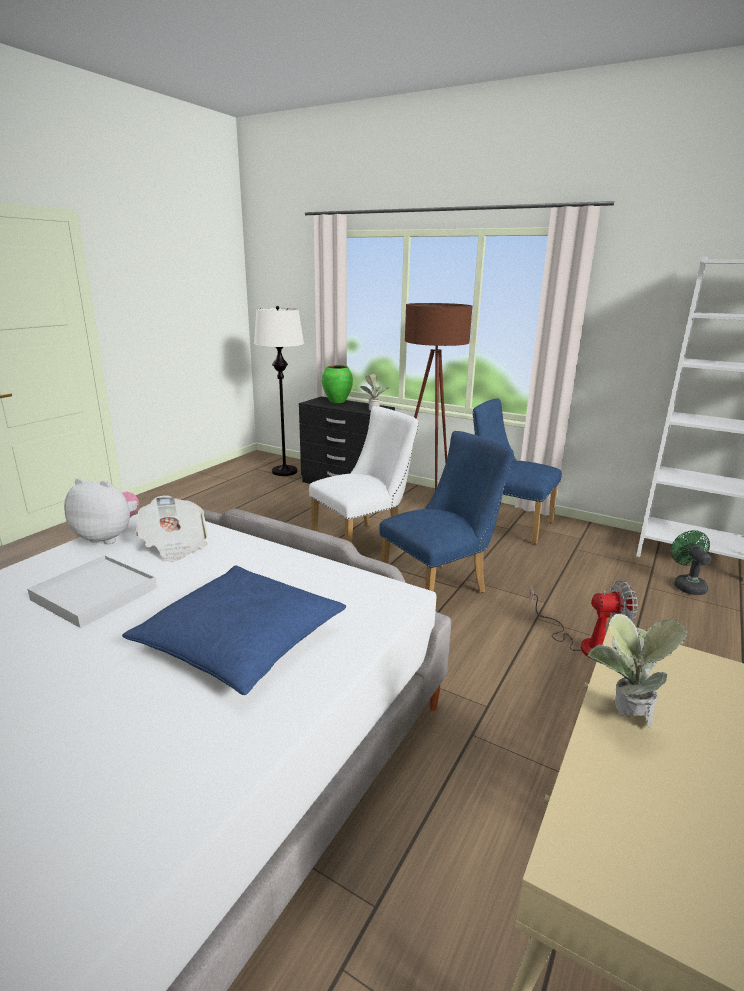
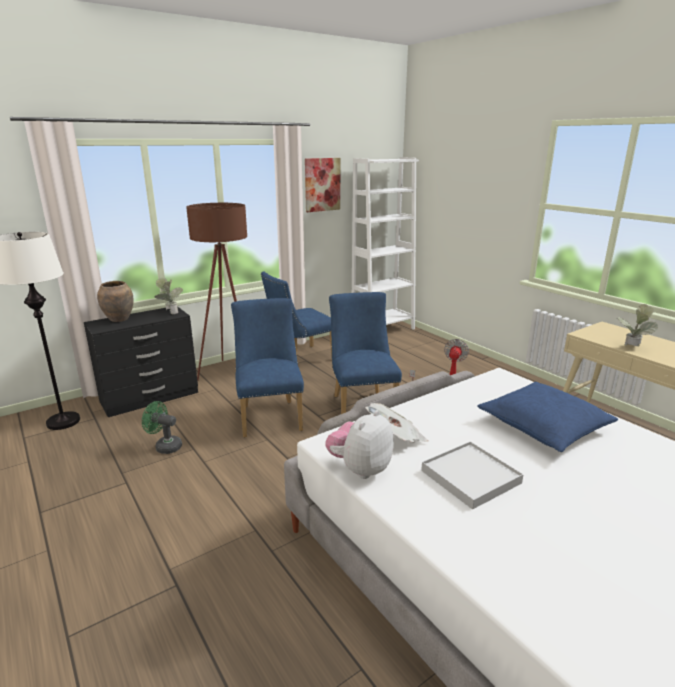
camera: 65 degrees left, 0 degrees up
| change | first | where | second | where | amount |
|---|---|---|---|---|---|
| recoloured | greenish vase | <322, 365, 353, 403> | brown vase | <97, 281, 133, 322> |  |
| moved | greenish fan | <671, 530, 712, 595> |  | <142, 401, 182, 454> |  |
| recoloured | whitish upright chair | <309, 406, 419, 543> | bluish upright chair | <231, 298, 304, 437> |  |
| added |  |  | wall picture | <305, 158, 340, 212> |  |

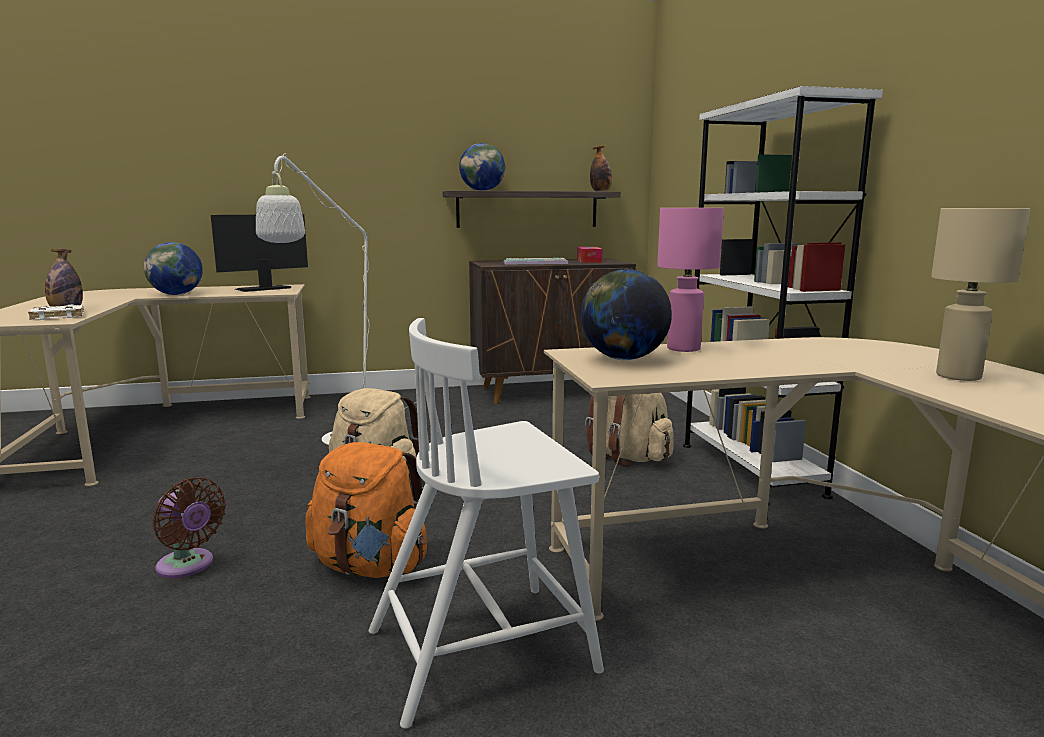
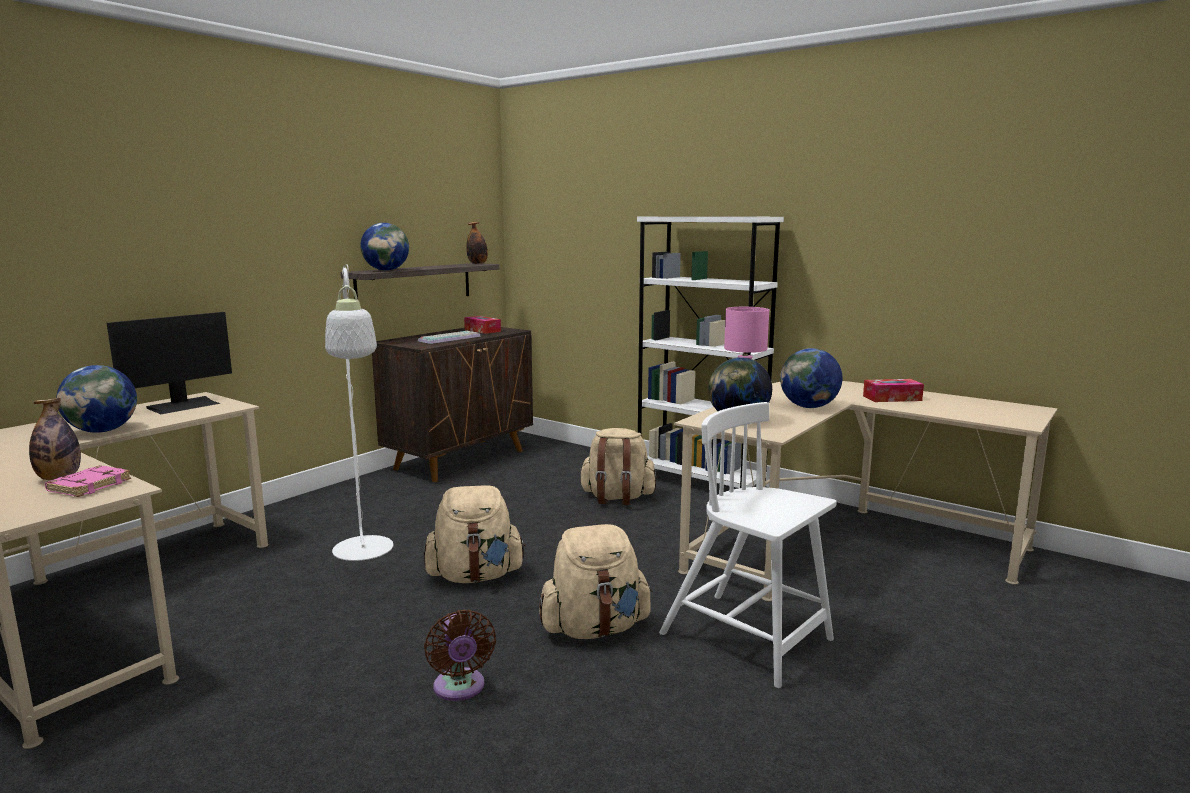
camera: 40 degrees left, 0 degrees up
| change | first | where | second | where | amount |
|---|---|---|---|---|---|
| recoloured | whitish volume | <28, 305, 84, 320> | pinkish volume | <45, 465, 131, 497> |  |
| turned | computer display | <211, 214, 308, 292> |  | <107, 312, 232, 414> | 150 degrees counterclockwise |
| turned | brown fan | <153, 477, 226, 578> |  | <424, 610, 496, 701> | 75 degrees clockwise |
| recoloured | orange-coloured rucksack | <305, 442, 427, 578> | beige-coloured rucksack | <539, 524, 652, 639> |  |
| turned | whitish upright chair | <369, 318, 604, 729> |  | <659, 402, 837, 688> | 105 degrees clockwise |
| added |  |  | world globe | <780, 348, 842, 408> |  |
| replaced | beige-coloured lamp for a table | <931, 208, 1030, 381> | tissue holder | <863, 379, 924, 402> |  |

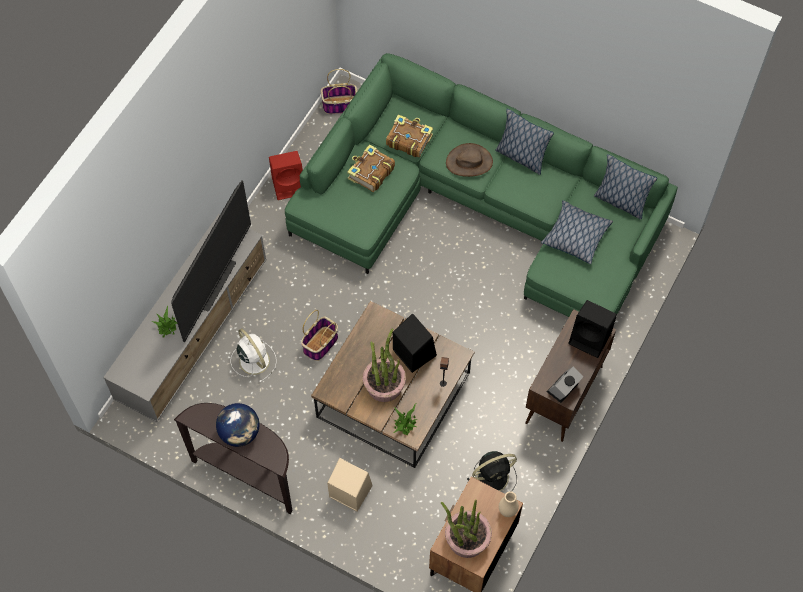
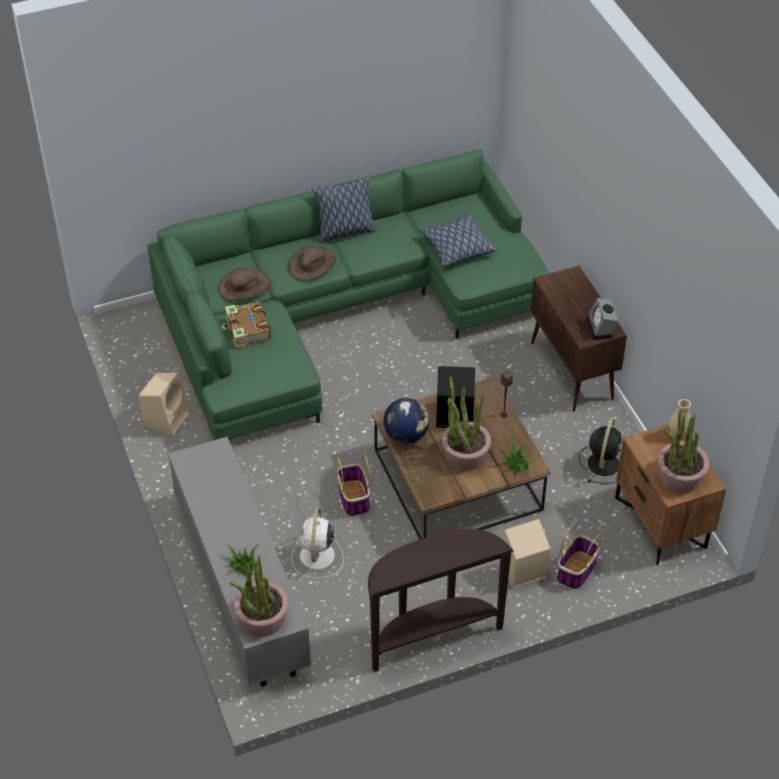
camera: 50 degrees left, 15 degrees down
| change | first | where | second | where | amount |
|---|---|---|---|---|---|
| recoloured | red speaker | <269, 151, 303, 200> | beige-coloured speaker | <139, 373, 190, 437> |  |
| replaced | volume | <386, 114, 433, 158> | brown clothing hat | <219, 268, 271, 301> |  |
| added |  |  | plant in a pot | <230, 555, 289, 637> |  |
| turned | whitish fan | <230, 328, 277, 383> |  | <291, 507, 344, 578> | 90 degrees counterclockwise |
| moved | world globe | <216, 403, 260, 447> |  | <384, 398, 429, 444> |  |
| moved | household basket | <321, 69, 357, 114> |  | <557, 522, 601, 589> |  |
| removed | TV set | <171, 181, 251, 342> |  |  |  |
| removed | black-coloured speaker | <568, 300, 617, 358> |  |  |  |
| removed | pillow | <594, 154, 657, 220> |  |  |  |

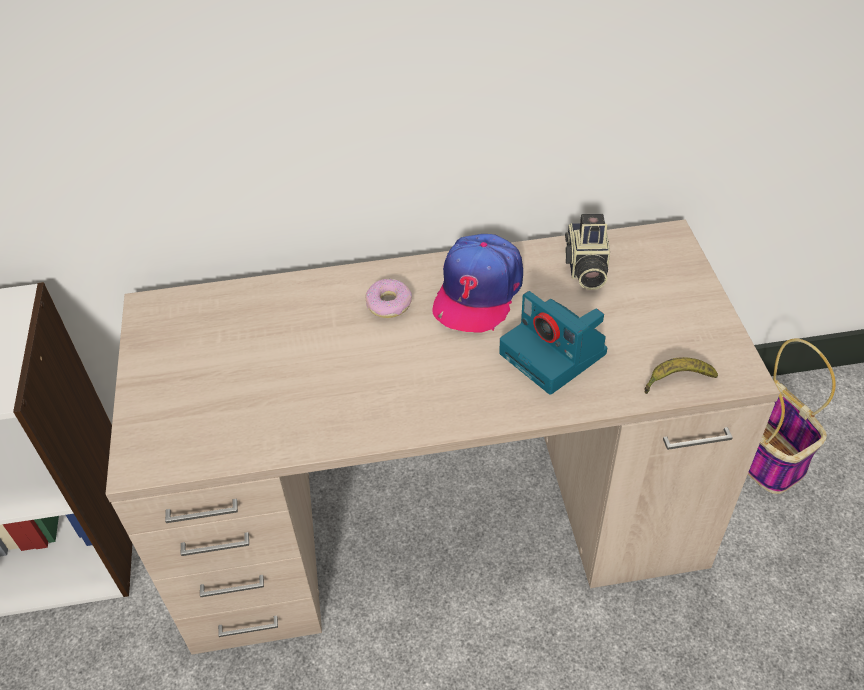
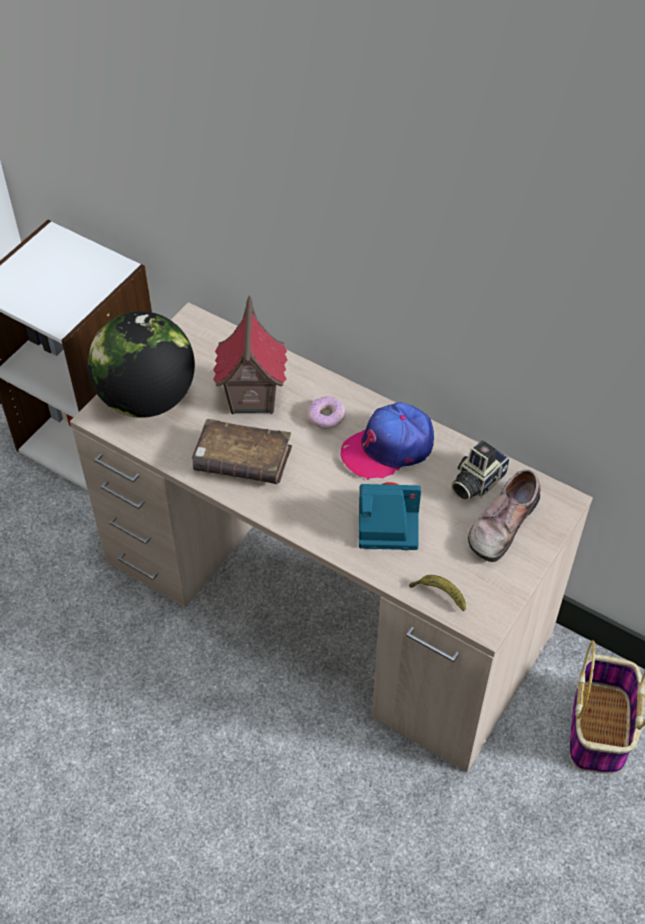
camera: 40 degrees right, 5 degrees up
| change | first | where | second | where | amount |
|---|---|---|---|---|---|
| added |  |  | world globe | <87, 311, 195, 418> |  |
| added |  |  | brown volume | <192, 419, 292, 484> |  |
| added |  |  | model house | <213, 295, 288, 415> |  |
| turned | photo camera | <499, 291, 607, 395> |  | <359, 482, 421, 550> | 90 degrees clockwise |
| added |  |  | shoe | <468, 469, 541, 562> |  |

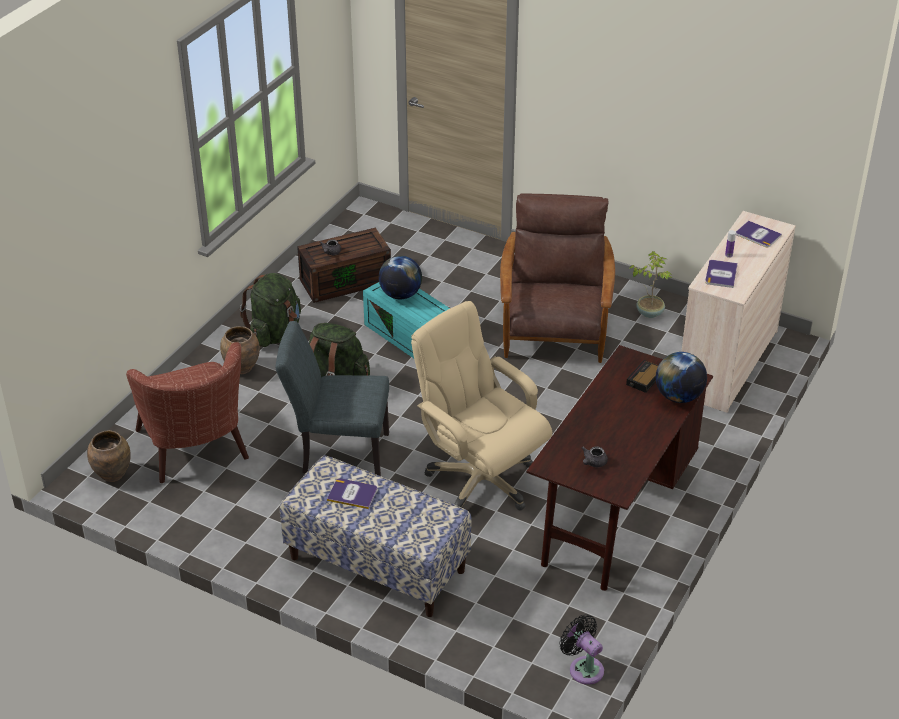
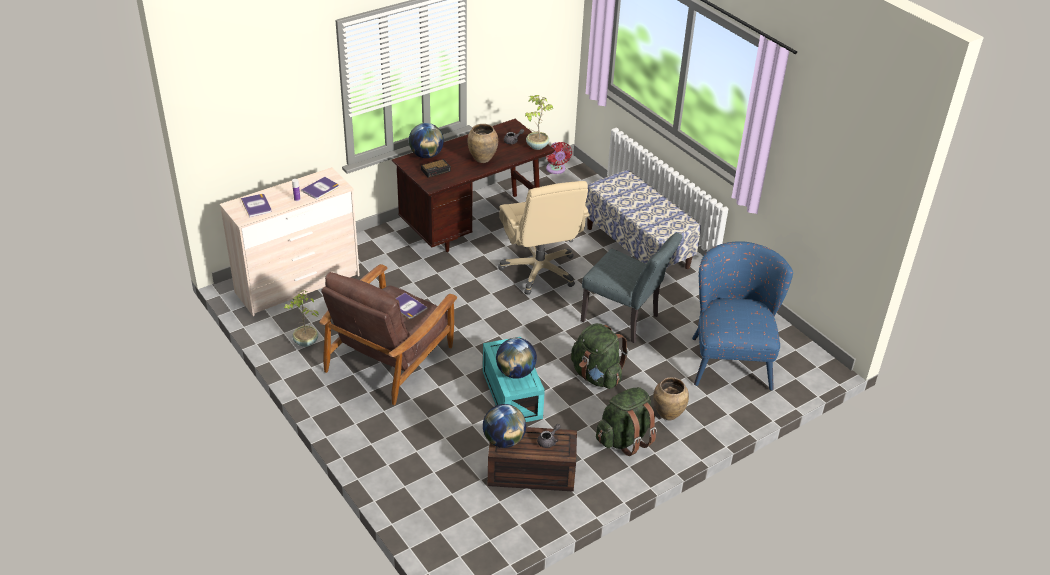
camera: 155 degrees left, 0 degrees up
| change | first | where | second | where | amount |
|---|---|---|---|---|---|
| moved | volume | <327, 478, 377, 509> |  | <395, 293, 427, 319> |  |
| moved | brown vase | <87, 430, 131, 482> |  | <467, 124, 498, 163> |  |
| added |  |  | world globe | <483, 404, 526, 448> |  |
| added |  |  | plant in a pot | <525, 95, 553, 150> |  |
| recoloured | black-coloured fan | <559, 615, 604, 685> | red fan | <546, 142, 572, 174> |  |
| recoloured | brown armchair | <126, 342, 249, 483> | bluish armchair | <692, 241, 793, 390> |  |

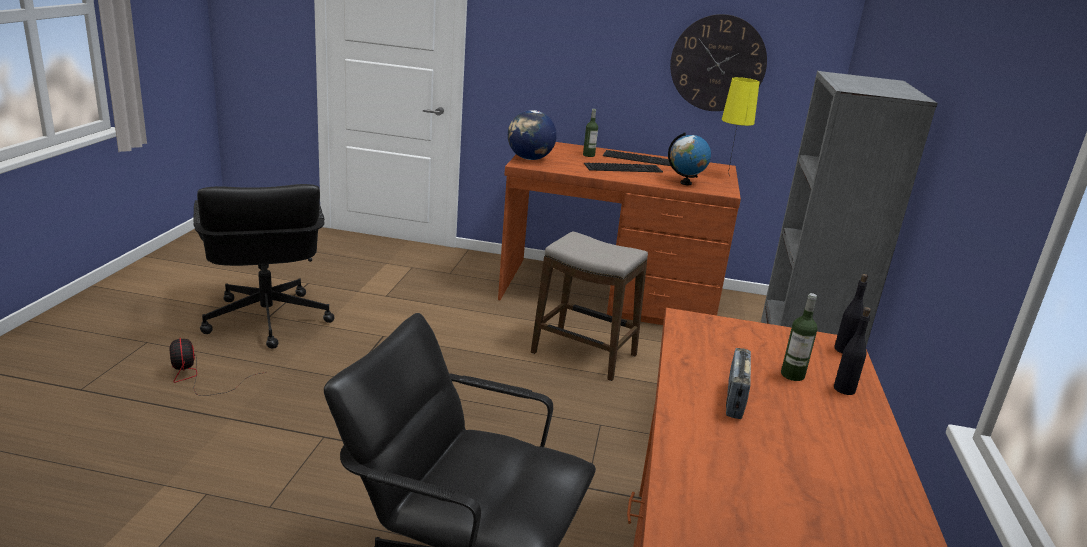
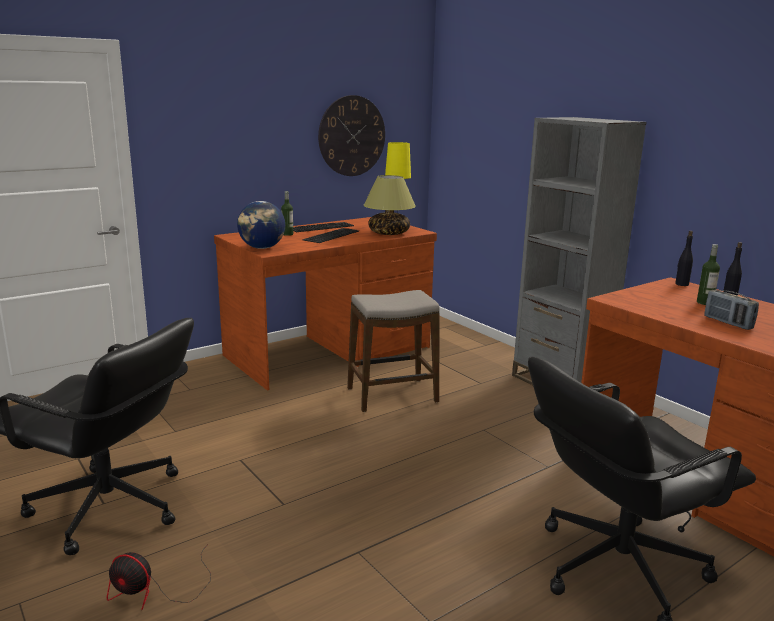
camera: 45 degrees left, 5 degrees down
| change | first | where | second | where | amount |
|---|---|---|---|---|---|
| replaced | world globe | <668, 132, 711, 185> | lamp for a table | <364, 175, 416, 235> |  |

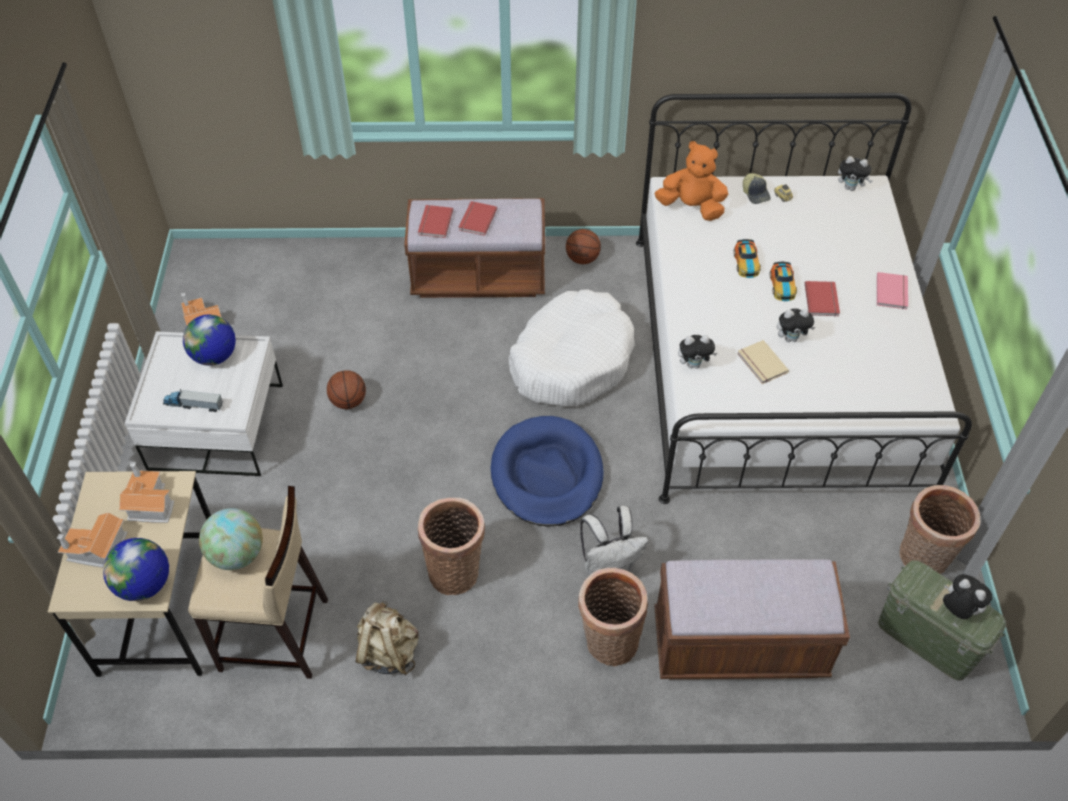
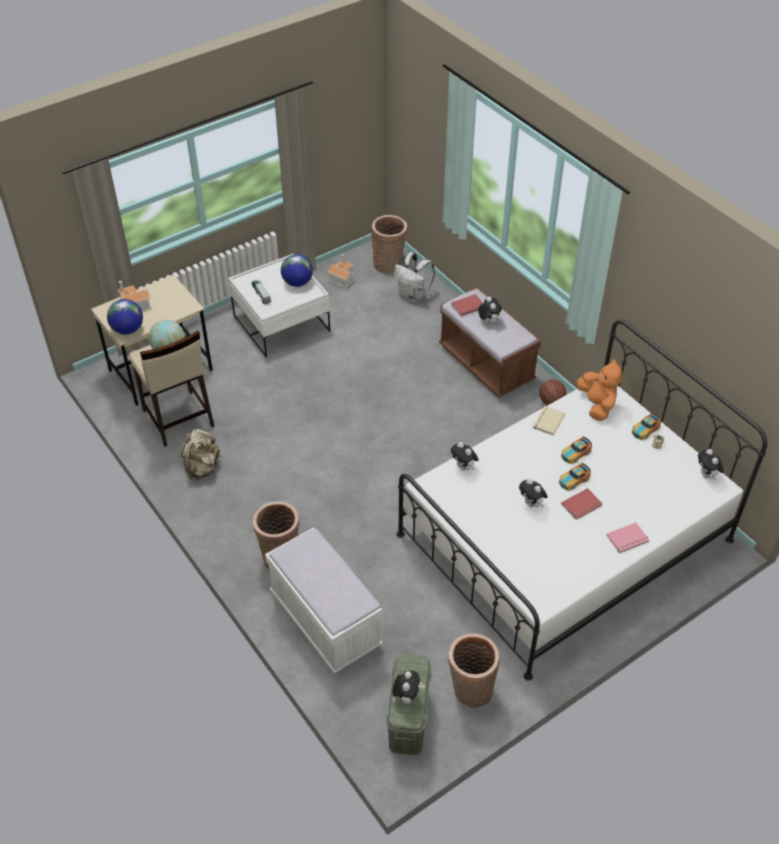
camera: 55 degrees right, 5 degrees down
| change | first | where | second | where | amount |
|---|---|---|---|---|---|
| recoloured | brown long seat | <654, 559, 850, 679> | whitish long seat | <265, 527, 383, 674> |  |
| moved | household basket | <418, 498, 485, 595> |  | <371, 215, 407, 273> |  |
| moved | whitish rucksack | <580, 506, 648, 576> |  | <394, 252, 435, 302> |  |
| replaced | red volume | <458, 201, 497, 236> | cuddly toy | <478, 297, 502, 323> |  |
| moved | beige-coloured volume | <737, 340, 789, 384> |  | <533, 406, 565, 436> |  |
| replaced | peaked cap | <743, 173, 771, 204> | miniature car | <632, 413, 661, 440> |  |
| removed | model house | <119, 462, 174, 523> |  |  |  |
| removed | basketball | <327, 370, 366, 409> |  |  |  |
| removed | bluish dog cushion | <491, 416, 604, 527> |  |  |  |
| removed | whitish dog cushion | <508, 289, 635, 406> |  |  |  |

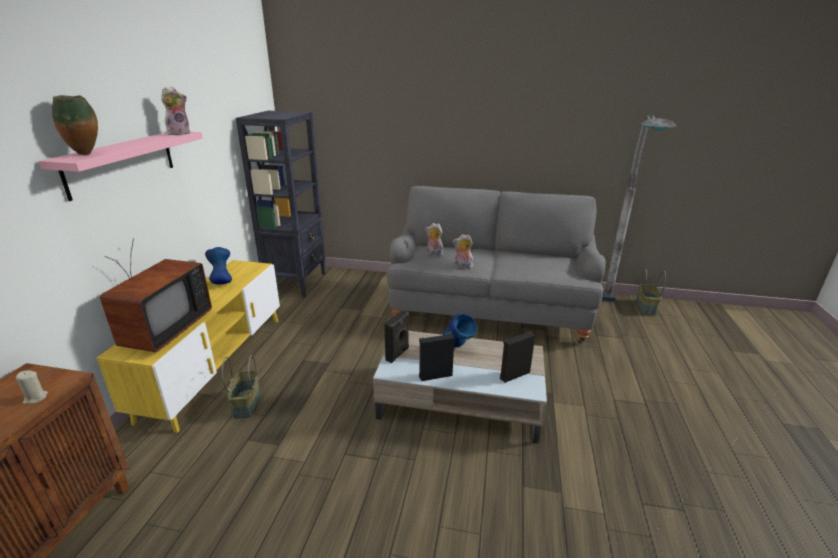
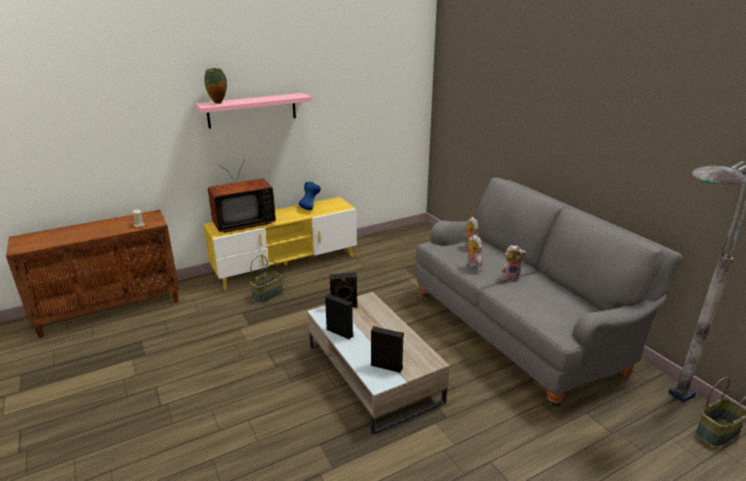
camera: 50 degrees right, 0 degrees up
| change | first | where | second | where | amount |
|---|---|---|---|---|---|
| moved | cuddly toy | <161, 87, 190, 135> |  | <501, 245, 526, 282> |  |
| removed | black-coloured bookshelf | <236, 111, 326, 298> |  |  |  |
| removed | bluish vase | <443, 313, 477, 347> |  |  |  |

